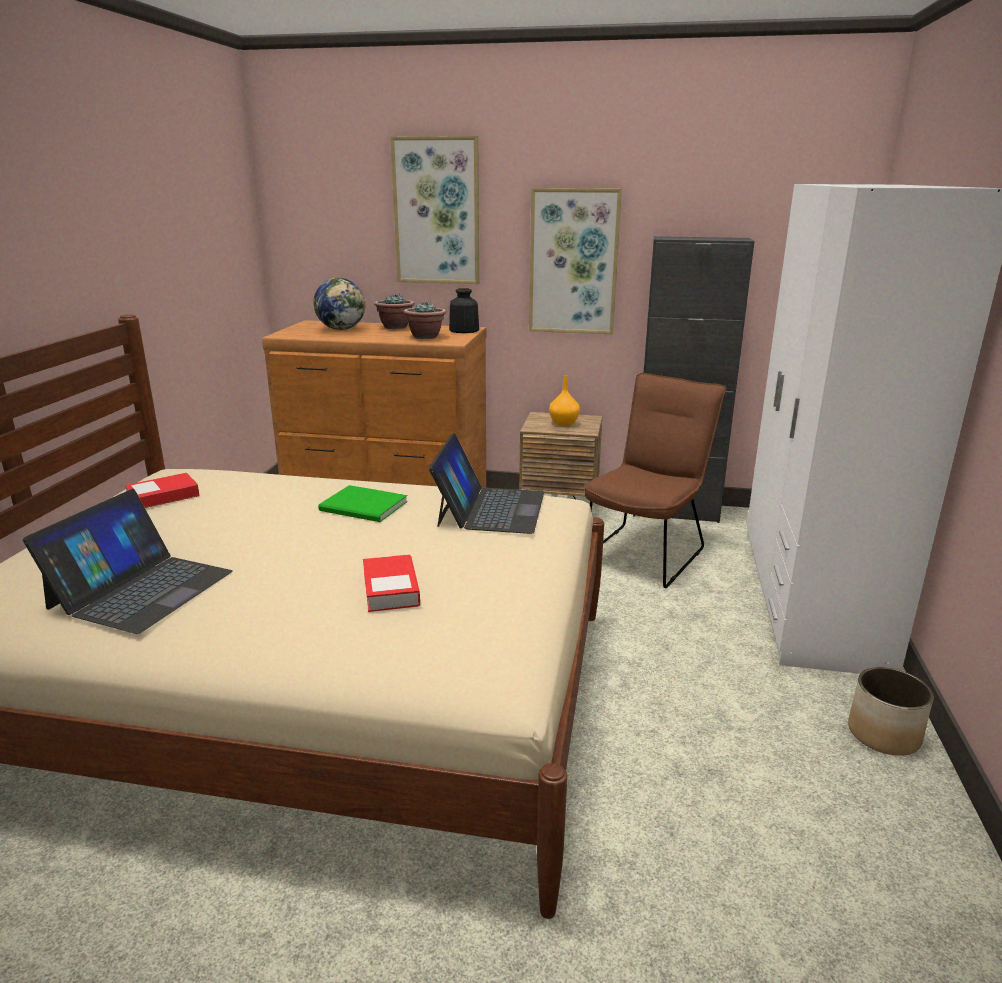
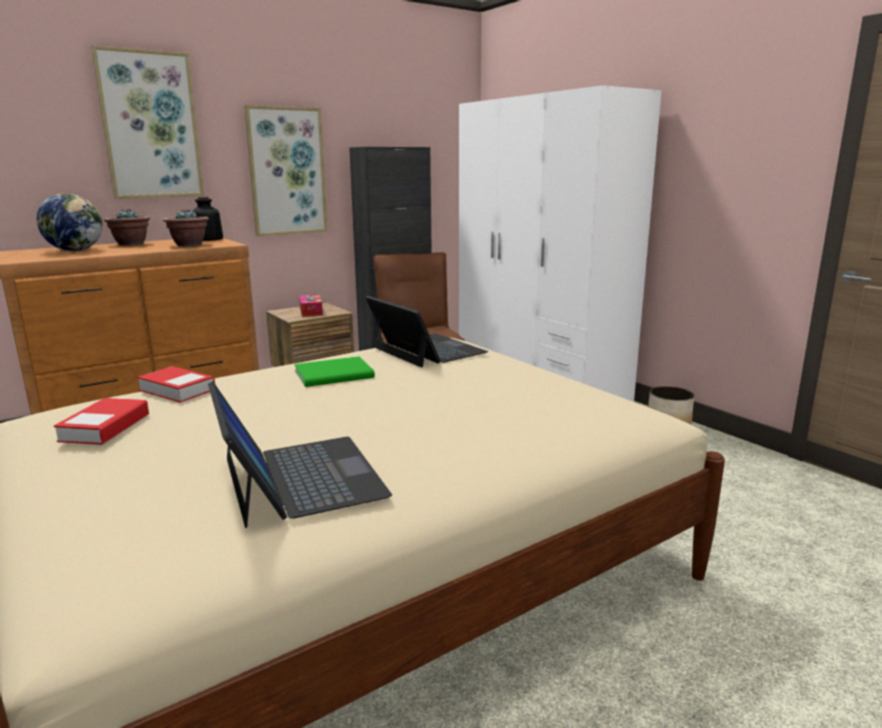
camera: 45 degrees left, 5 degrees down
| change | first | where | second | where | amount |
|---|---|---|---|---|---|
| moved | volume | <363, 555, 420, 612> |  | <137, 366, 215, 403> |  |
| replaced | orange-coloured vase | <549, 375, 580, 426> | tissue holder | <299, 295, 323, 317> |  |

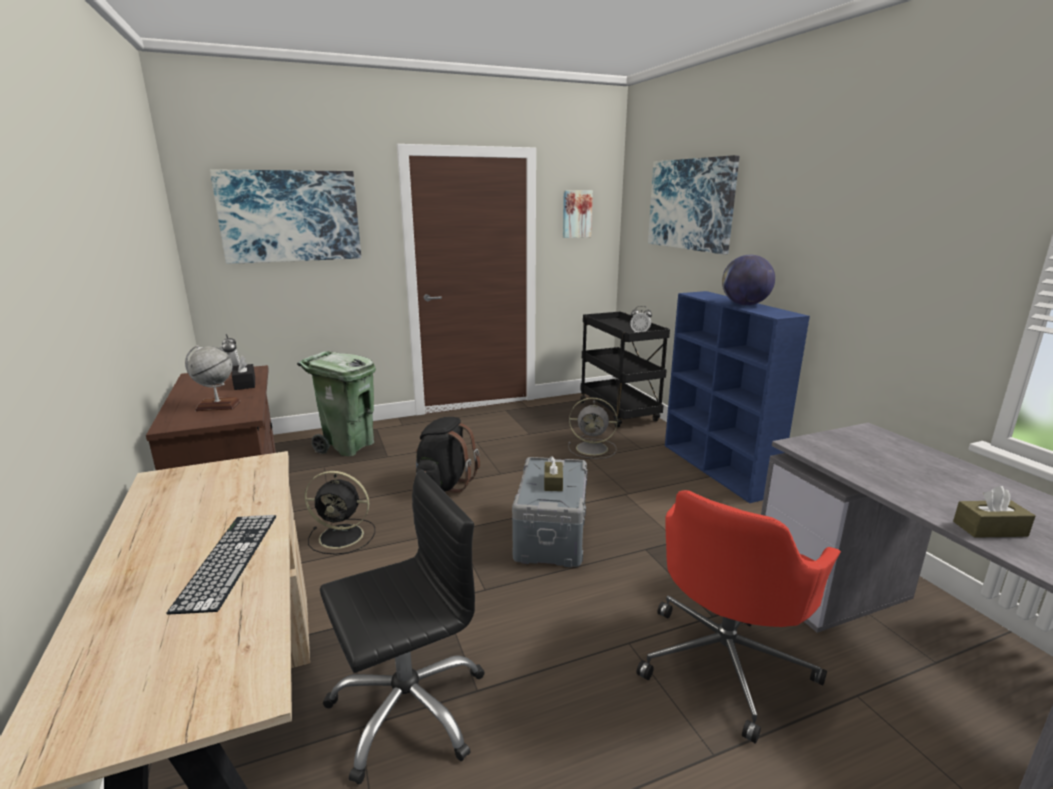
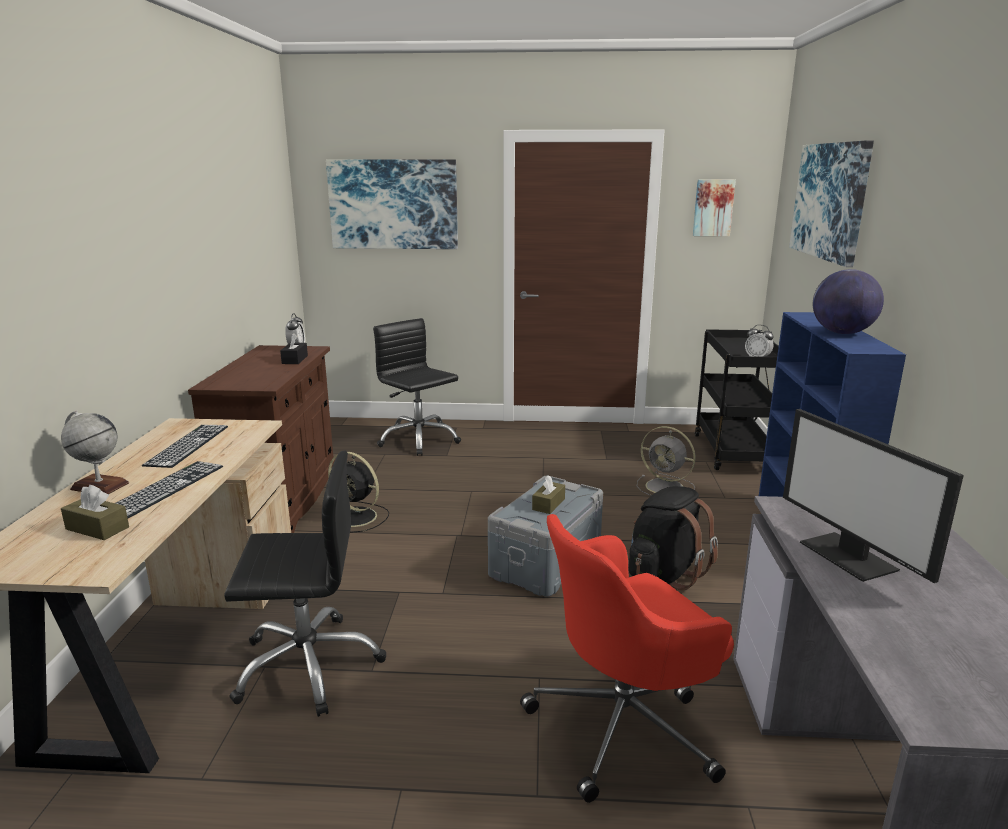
camera: 25 degrees right, 0 degrees up
| change | first | where | second | where | amount |
|---|---|---|---|---|---|
| moved | world globe | <185, 345, 240, 411> |  | <61, 410, 129, 494> |  |
| moved | brown tissue holder | <953, 486, 1035, 538> |  | <61, 485, 129, 540> |  |
| added |  |  | keyboard | <142, 425, 228, 468> |  |
| replaced | greenish trash can | <297, 351, 376, 456> | black-coloured office chair | <373, 318, 461, 456> |  |
| moved | black-coloured rucksack | <415, 417, 480, 493> |  | <628, 486, 718, 590> |  |
| added |  |  | computer display | <783, 409, 964, 583> |  |

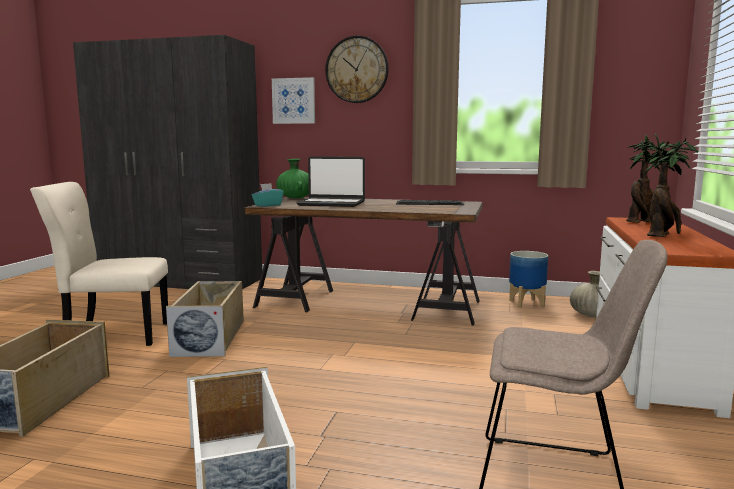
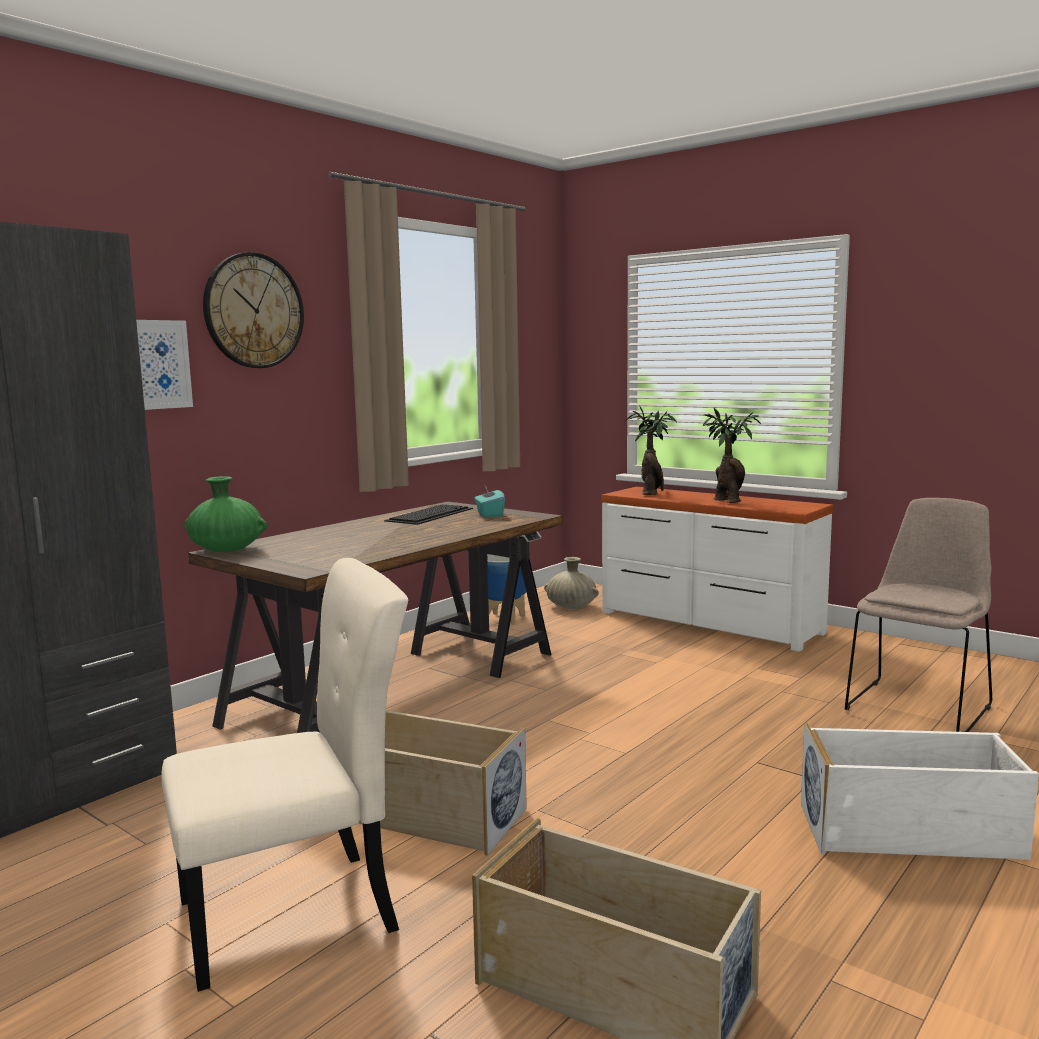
camera: 65 degrees left, 0 degrees up
| change | first | where | second | where | amount |
|---|---|---|---|---|---|
| turned | beige-coloured upright chair | <30, 182, 168, 346> |  | <161, 558, 408, 992> | 135 degrees counterclockwise |
| moved | blue-green tissue holder | <252, 183, 284, 207> |  | <475, 484, 505, 517> |  |
| removed | portable computer | <297, 156, 365, 207> |  |  |  |

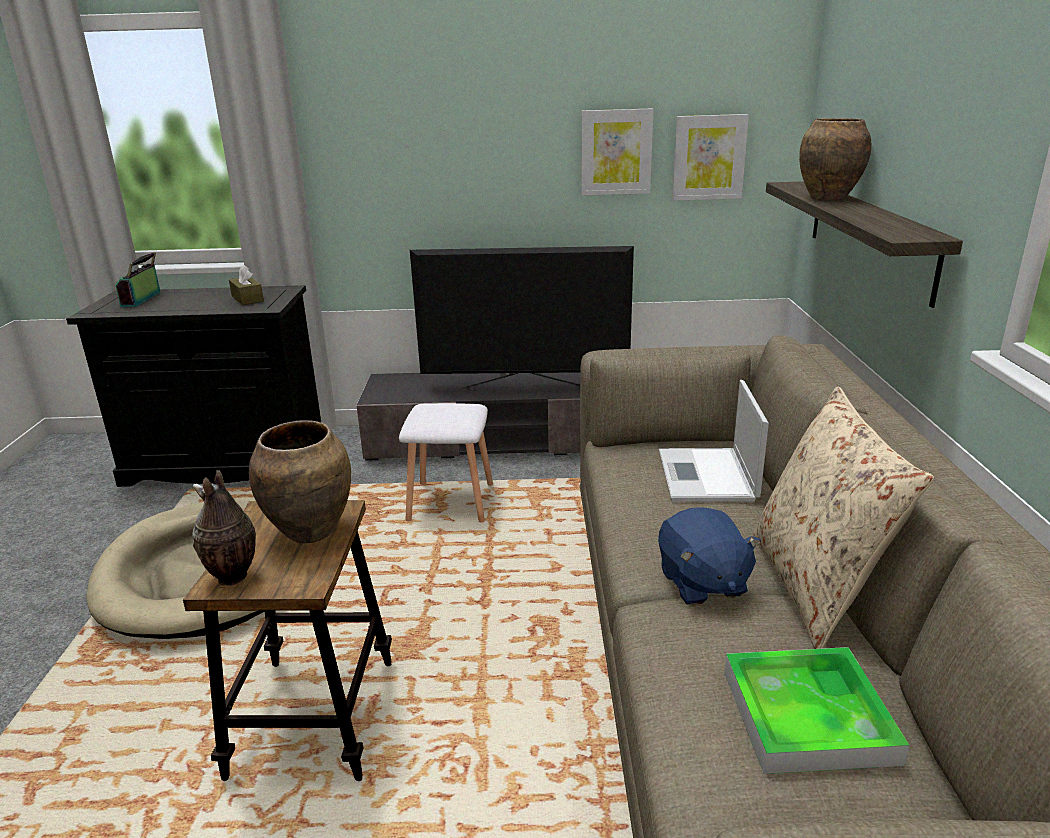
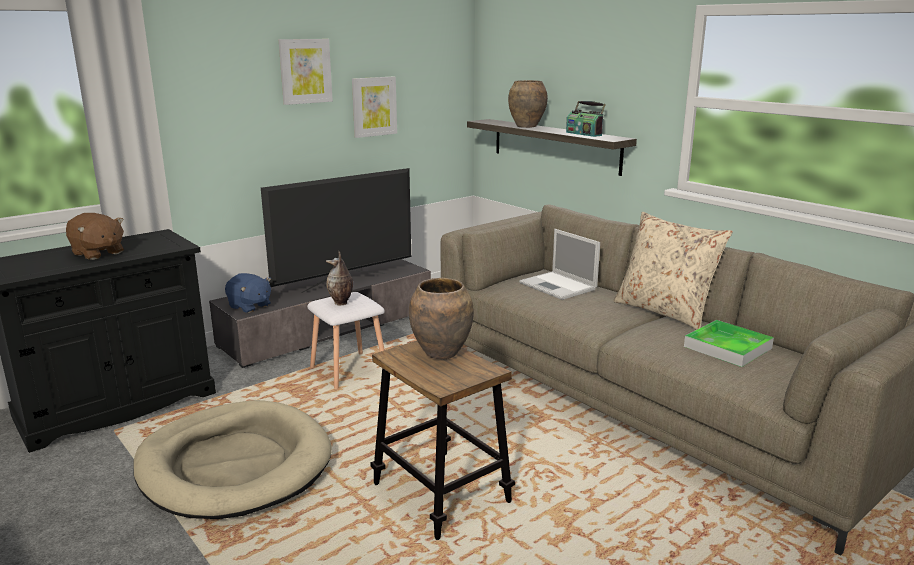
camera: 40 degrees left, 5 degrees down
| change | first | where | second | where | amount |
|---|---|---|---|---|---|
| added |  |  | brown cuddly toy | <66, 213, 124, 260> |  |
| moved | bluish cuddly toy | <658, 508, 761, 606> |  | <225, 273, 271, 313> |  |
| moved | wall picture | <672, 114, 749, 201> |  | <279, 39, 333, 105> |  |
| moved | vase | <192, 470, 256, 586> |  | <326, 251, 353, 305> |  |
| moved | radio receiver | <115, 252, 160, 307> |  | <566, 101, 606, 137> |  |
| removed | brown tissue holder | <229, 265, 264, 305> |  |  |  |

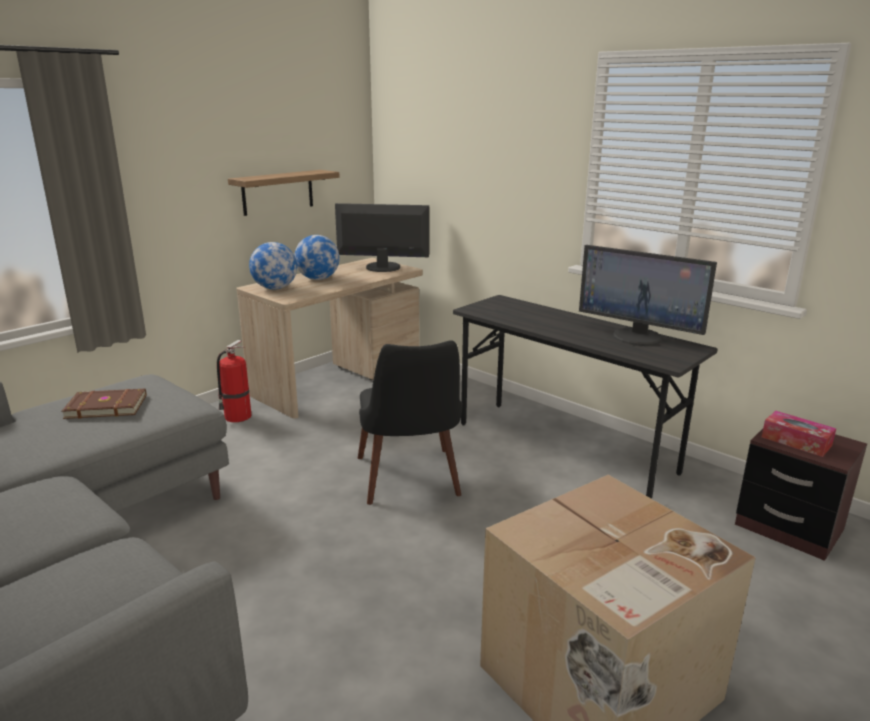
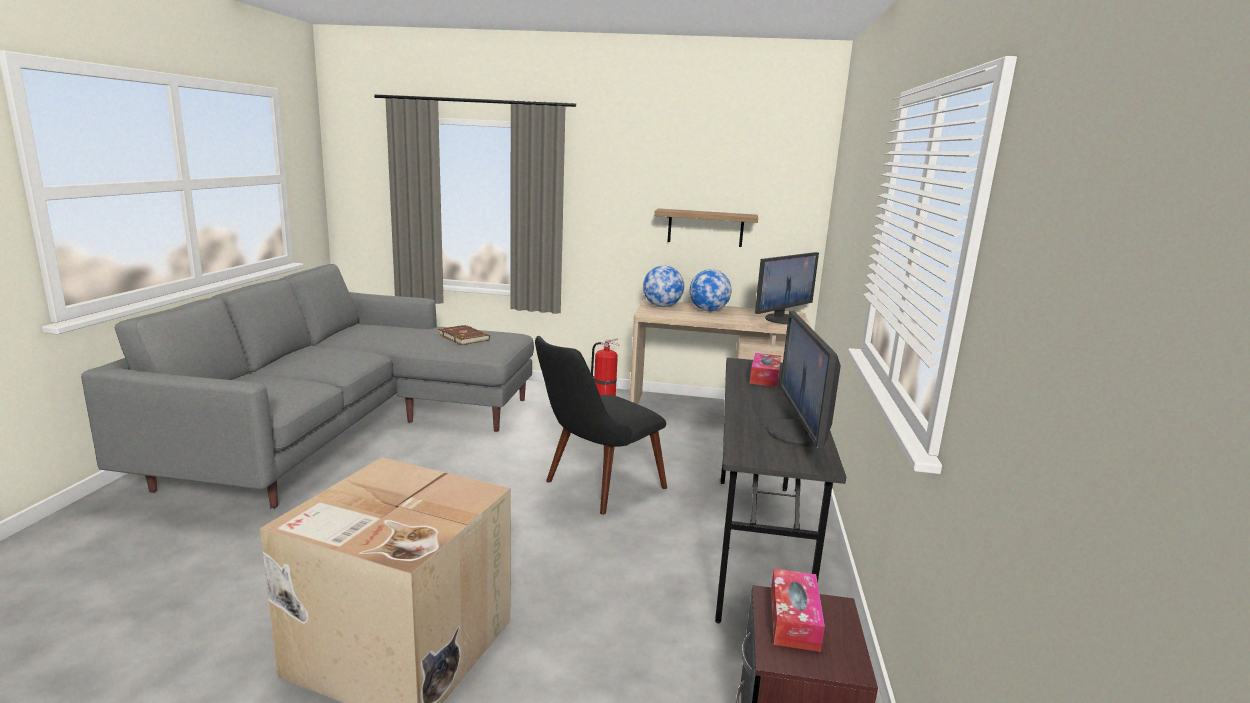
camera: 55 degrees right, 5 degrees down
| change | first | where | second | where | amount |
|---|---|---|---|---|---|
| added |  |  | tissue holder | <750, 353, 781, 387> |  |
| turned | computer display | <335, 203, 429, 272> |  | <755, 252, 819, 324> | 75 degrees clockwise |

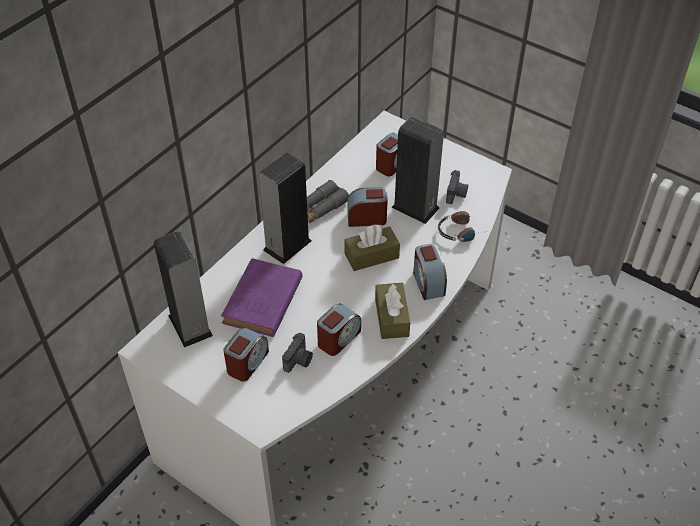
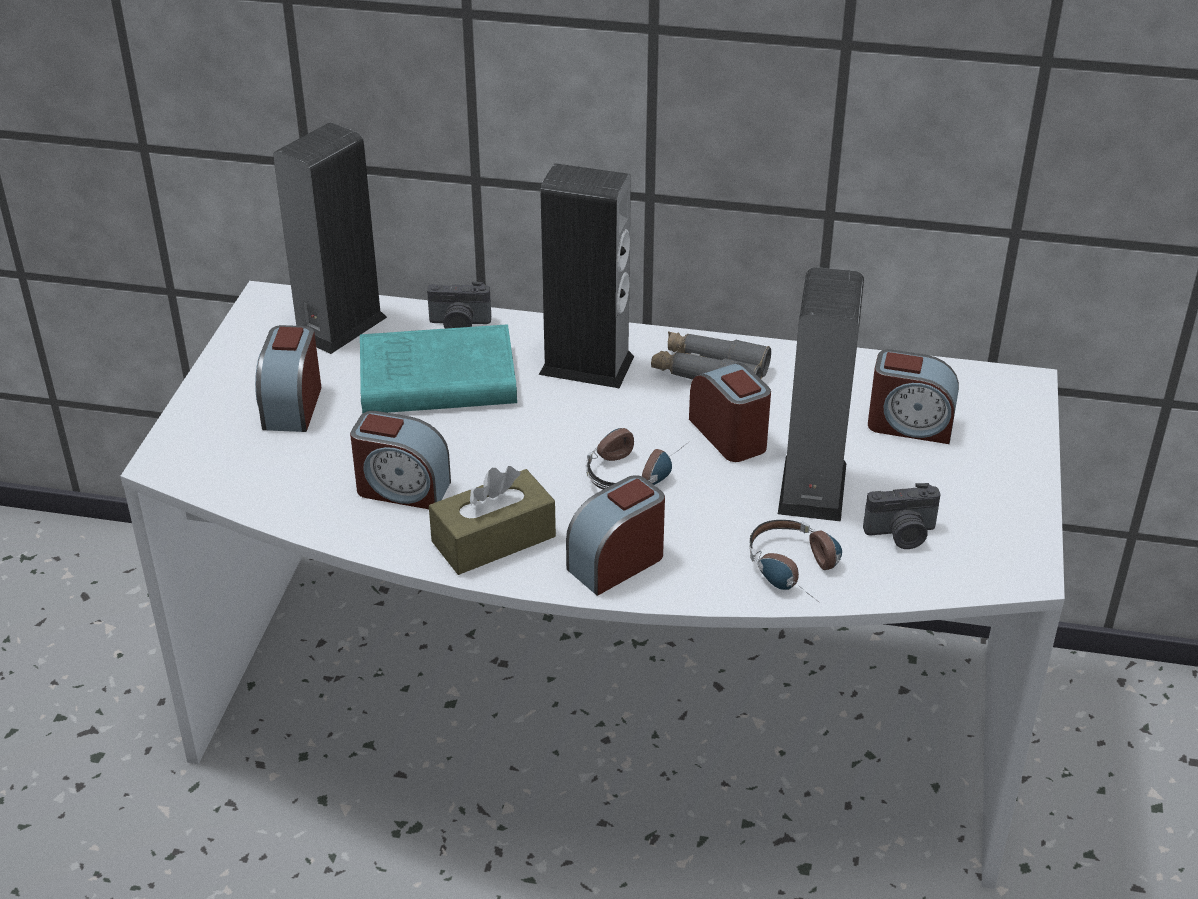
camera: 65 degrees right, 10 degrees down
| change | first | where | second | where | amount |
|---|---|---|---|---|---|
| turned | table clock | <223, 327, 269, 382> |  | <255, 325, 321, 432> | 90 degrees clockwise |
| recoloured | purple volume | <221, 258, 303, 337> | blue-green volume | <360, 324, 517, 414> |  |
| moved | photo camera | <282, 333, 313, 373> |  | <427, 281, 491, 329> |  |
| replaced | brown tissue holder | <344, 225, 400, 271> | pair of headphones | <586, 428, 689, 490> |  |

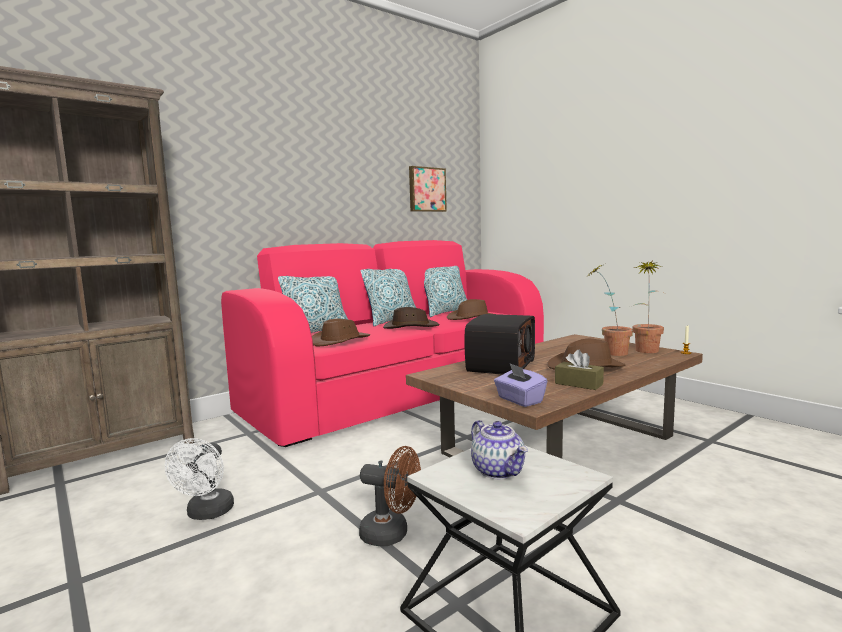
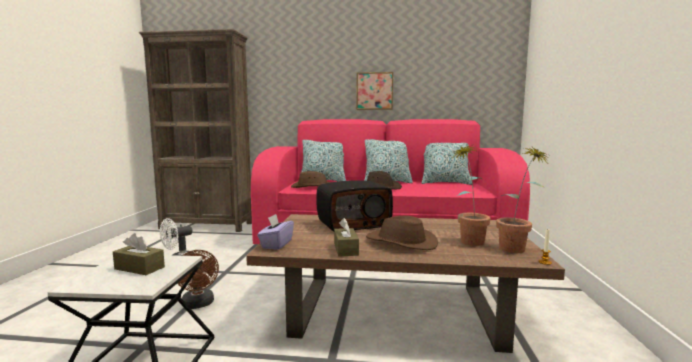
camera: 45 degrees right, 0 degrees up
| change | first | where | second | where | amount |
|---|---|---|---|---|---|
| replaced | teapot | <471, 420, 528, 479> | brown tissue holder | <113, 233, 165, 275> |  |
| moved | wall picture | <409, 166, 447, 212> |  | <356, 72, 393, 110> |  |
| removed | brown clothing hat | <447, 299, 492, 320> |  |  |  |

